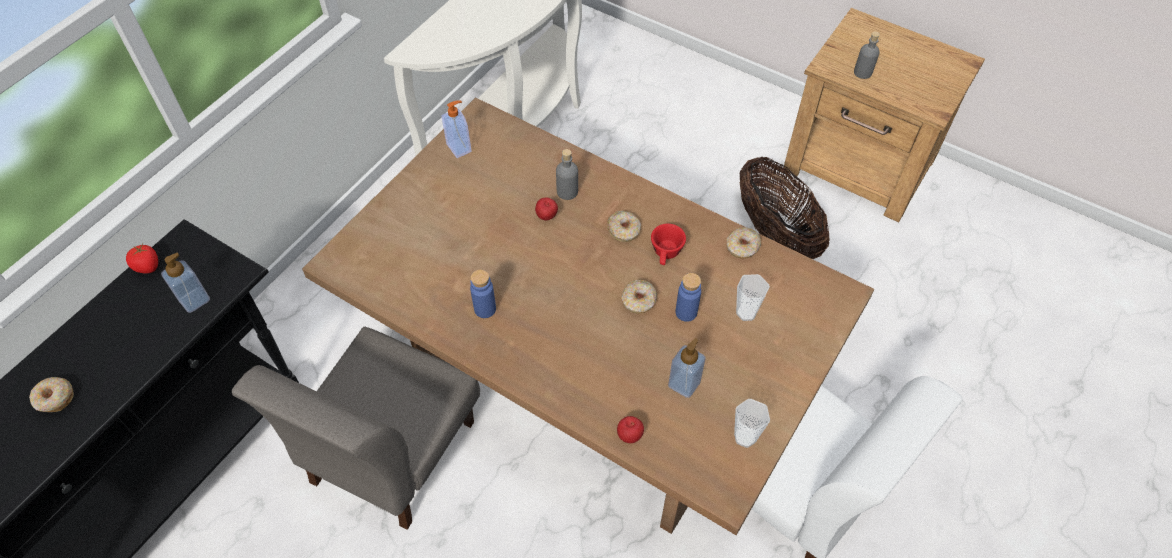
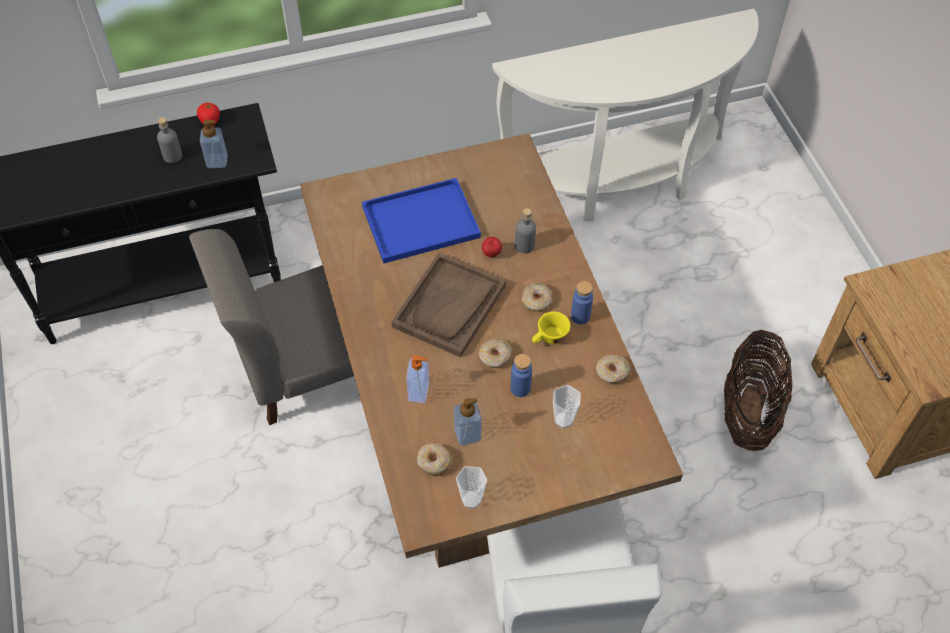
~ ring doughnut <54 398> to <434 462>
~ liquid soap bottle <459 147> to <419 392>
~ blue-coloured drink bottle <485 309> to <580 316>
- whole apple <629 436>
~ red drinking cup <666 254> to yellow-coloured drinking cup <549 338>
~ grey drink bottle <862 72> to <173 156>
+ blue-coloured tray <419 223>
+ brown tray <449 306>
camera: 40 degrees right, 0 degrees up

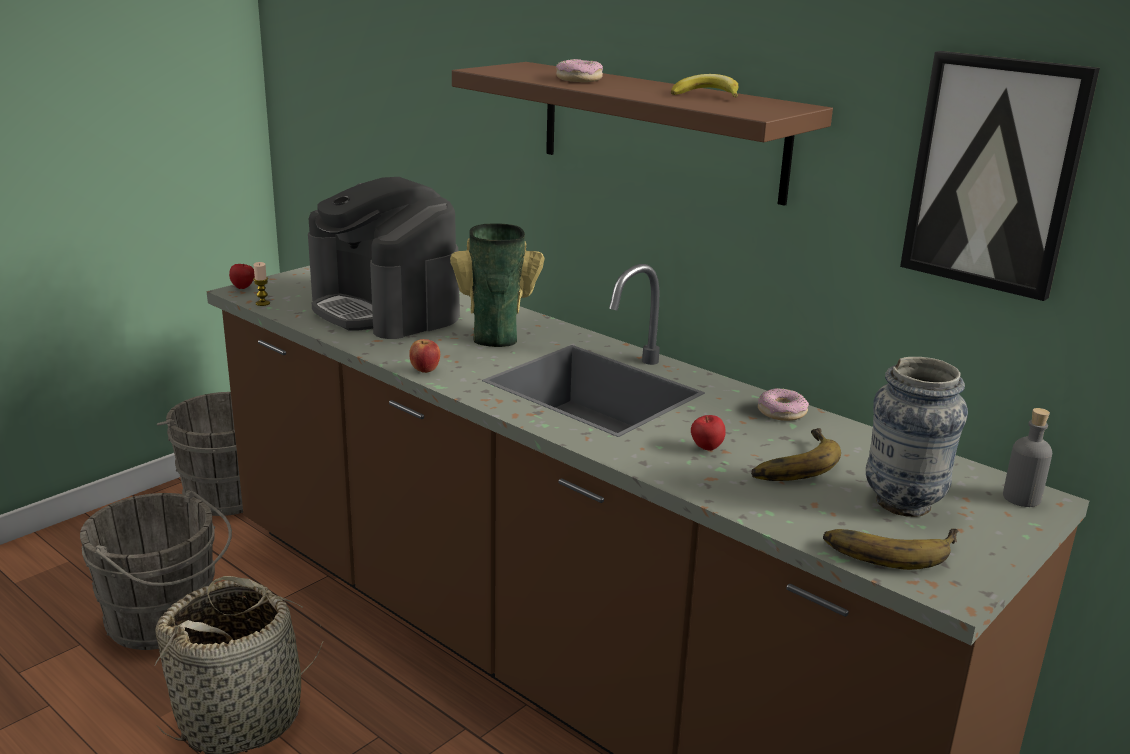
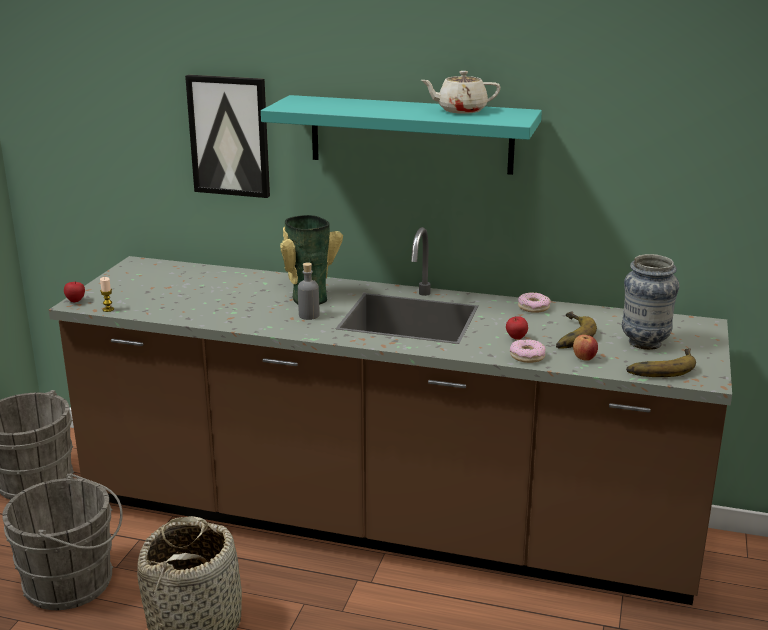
- coffee brewer <386 309>
~ whole apple <425 370> to <584 358>
~ brown bracket shelf <660 130> to turquoise bracket shelf <411 134>
~ ring doughnut <579 79> to <527 356>
~ whole banana <707 95> to beige-coloured tea pot <460 110>
~ wall art <994 174> to <229 136>
~ grey drink bottle <1021 498> to <309 315>
camera: 25 degrees left, 0 degrees up

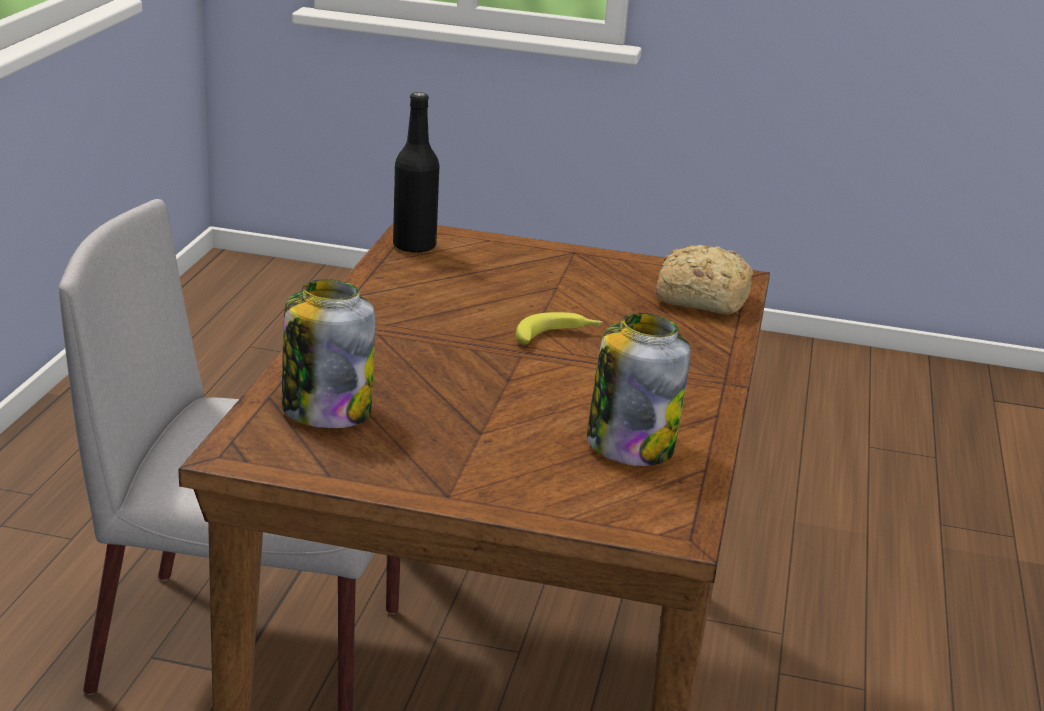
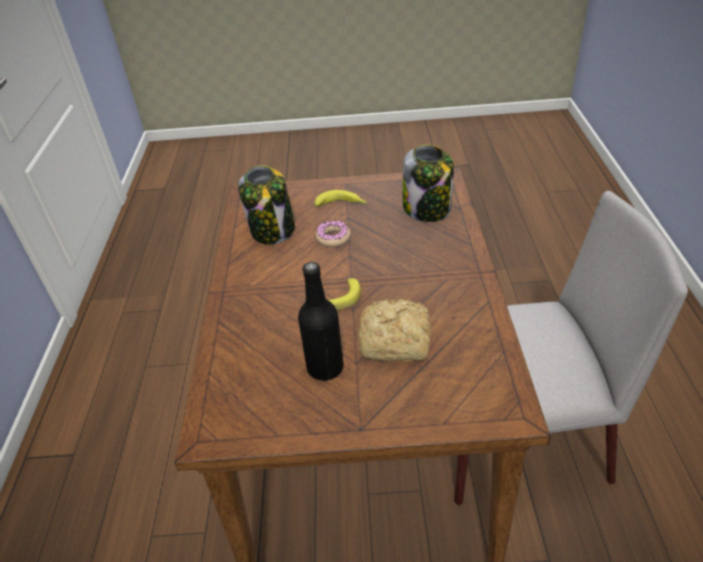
~ blackish drink bottle <414 246> to <325 368>
~ bakery bread <699 298> to <397 342>
+ whole banana <342 205>
+ ring doughnut <333 238>
camera: 170 degrees right, 15 degrees up

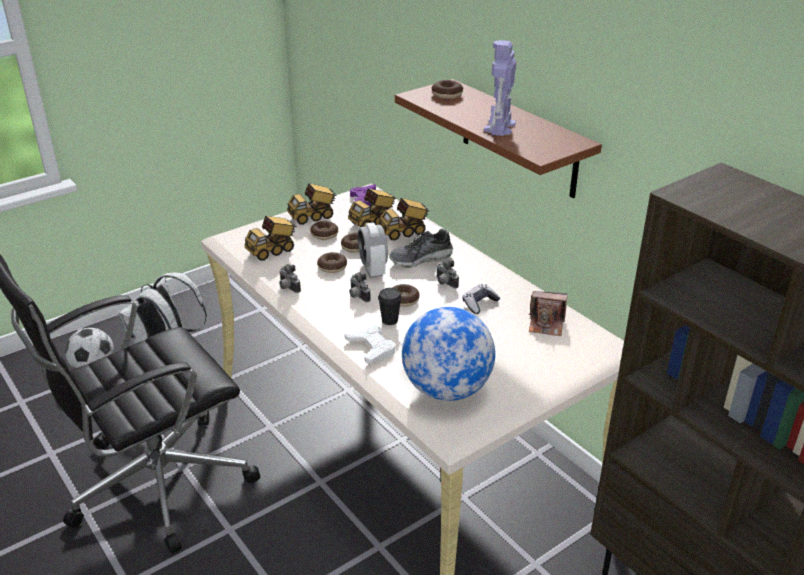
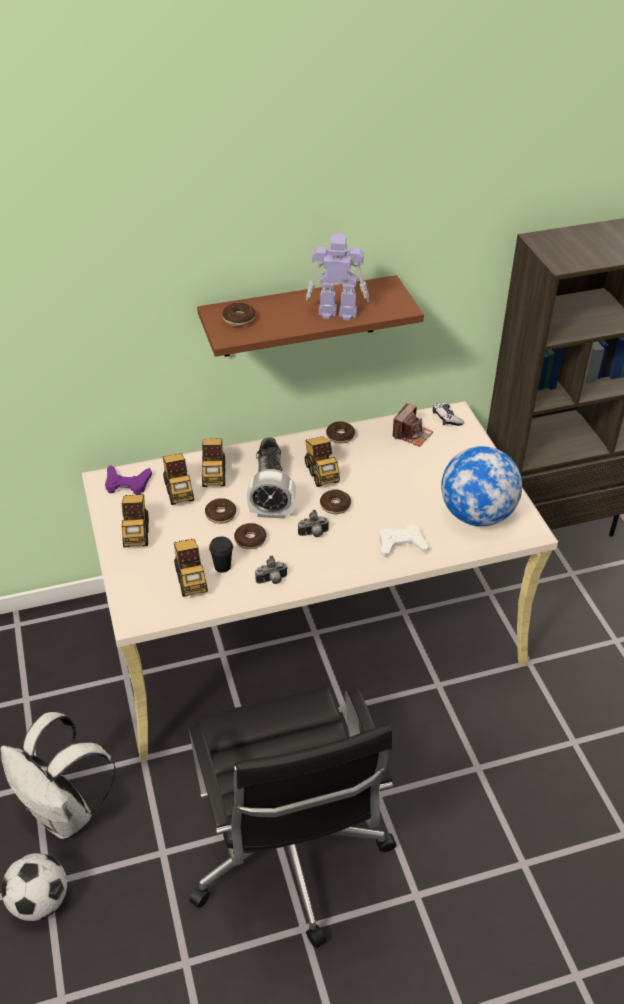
~ ring doughnut <324 234> to <340 436>
~ blackish drinking cup <390 320> to <222 566>
~ still camera <444 283> to toy truck <321 472>
~ gamepad <479 303> to <446 418>
~ toy robot <499 128> = <336 312> 150 degrees clockwise
camera: 70 degrees left, 10 degrees up

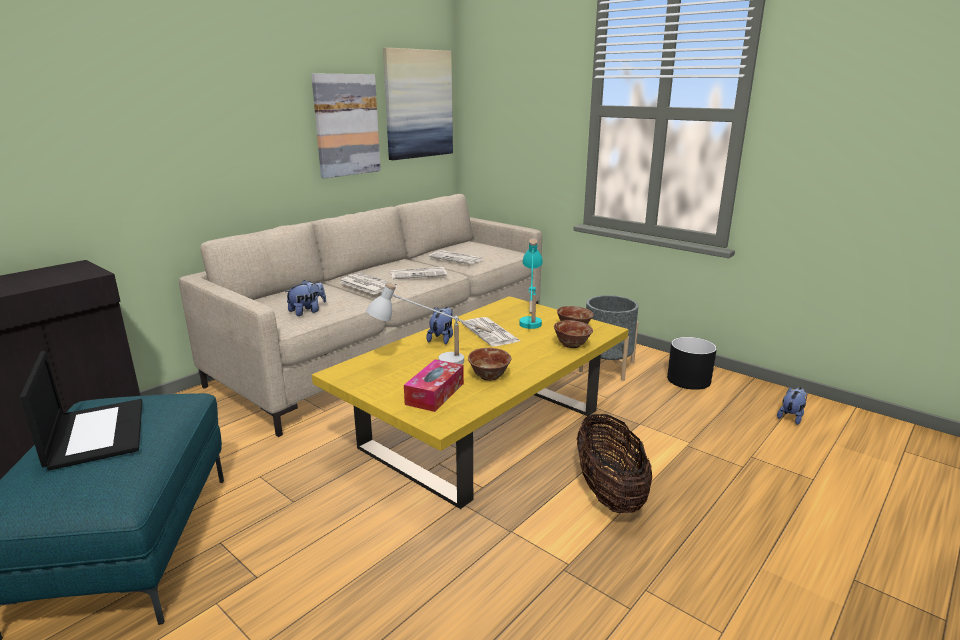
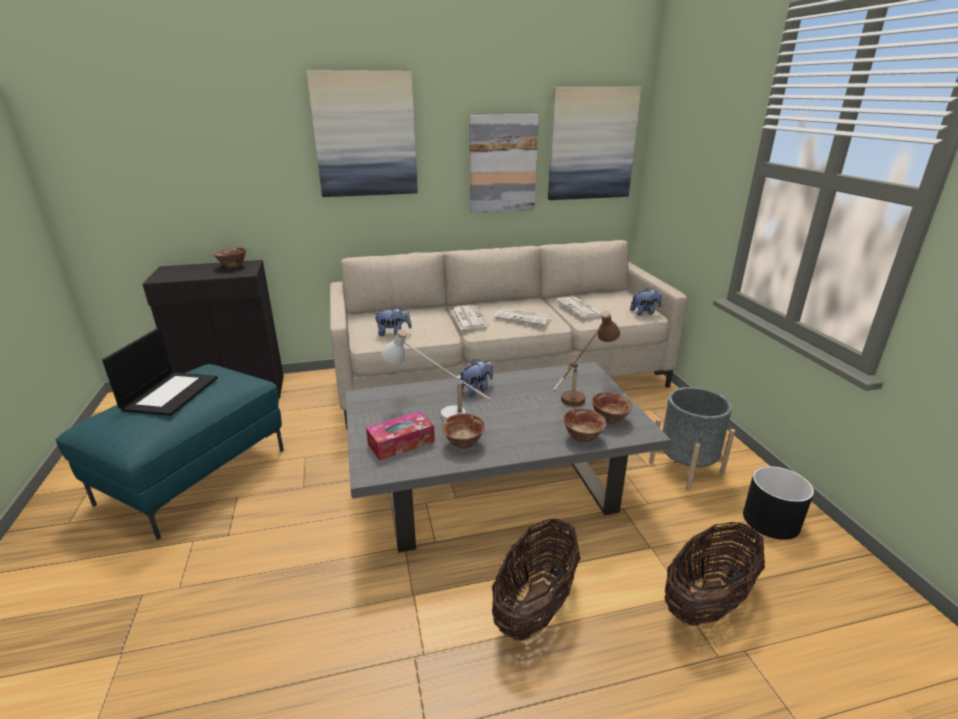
~ yellow-coloured low table <483 427> to grey low table <495 484>
- newspaper <491 333>
~ turquoise tabletop lamp <530 318> to brown tabletop lamp <582 393>
~ cuddly toy <791 417> to <644 313>
+ serving bowl <233 266>
+ wall art <365 135>
+ storage basket <707 601>
camera: 35 degrees right, 5 degrees up

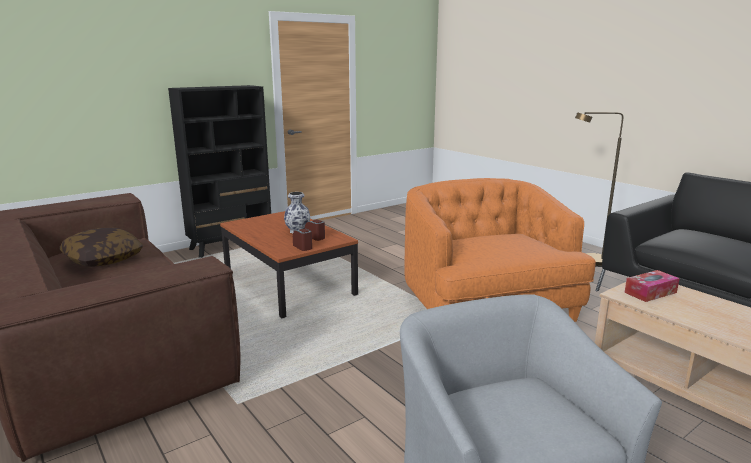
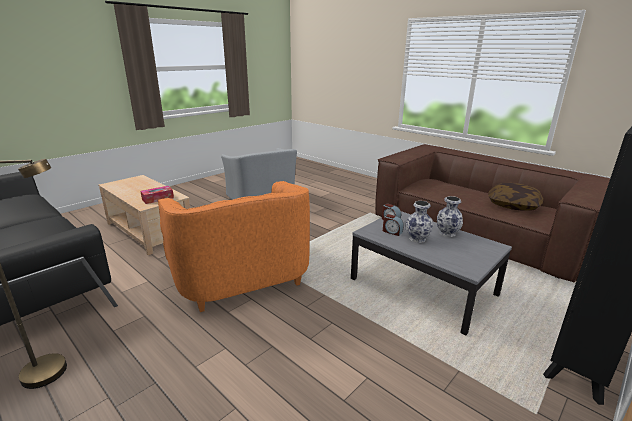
~ brown low table <288 284> to grey low table <423 286>
+ decorative vase <447 233>
camera: 170 degrees right, 5 degrees up

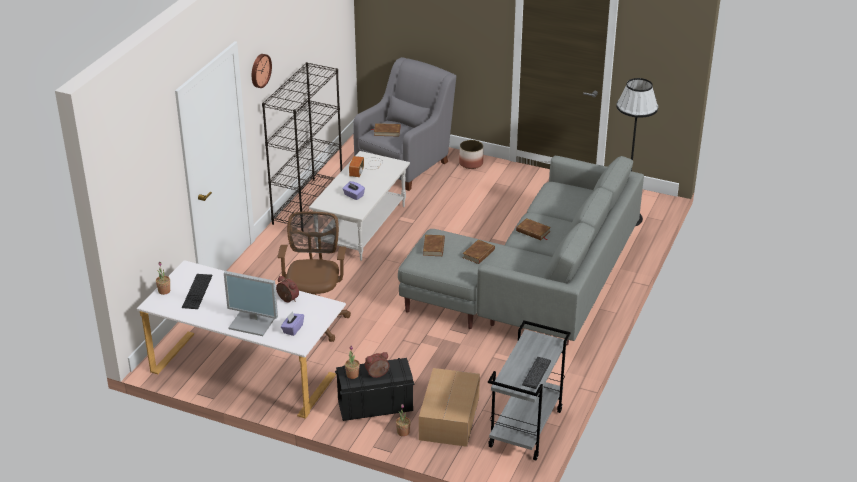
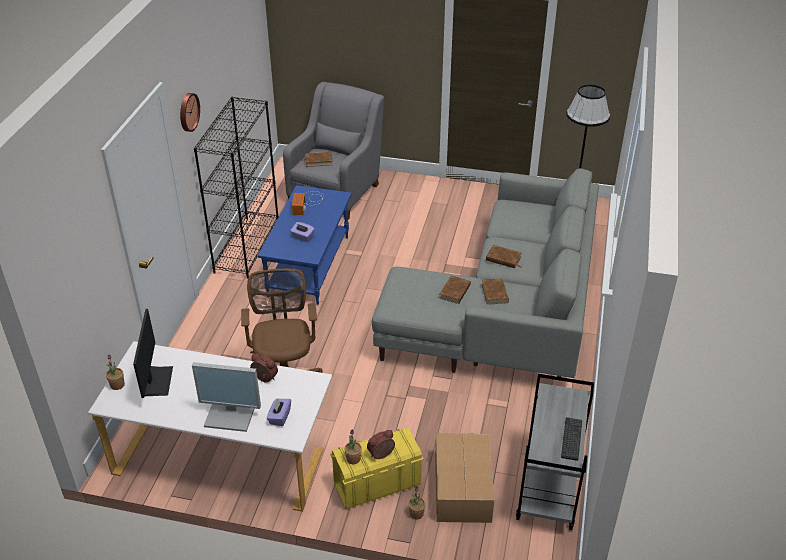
~ computer keyboard <197 291> to computer display <157 380>
~ white low table <362 228> to blue-coloured low table <310 266>
~ blackish storage bin <374 406> to yellow-coloured storage bin <376 484>
~ brown book <434 247> to <495 293>
- flower pot <471 163>
camera: 10 degrees left, 5 degrees up

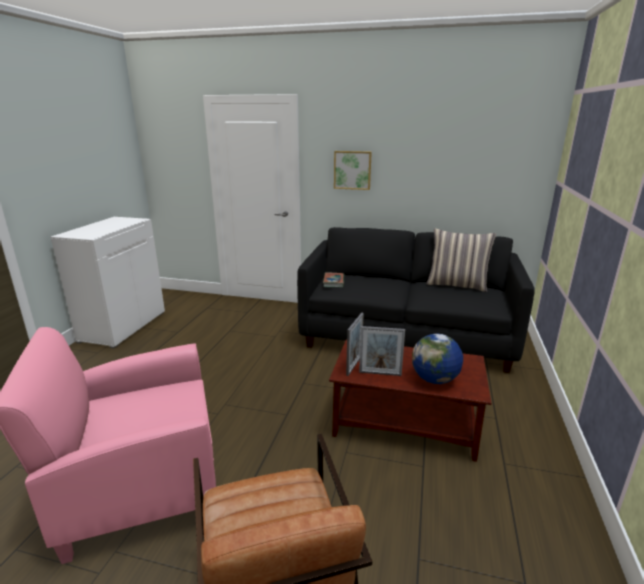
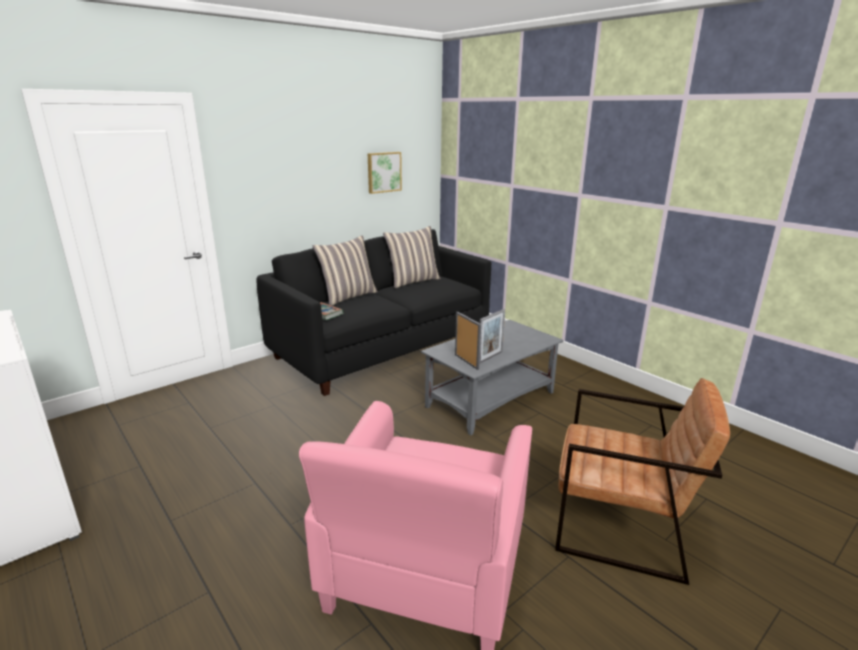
~ brown low table <405 424> to grey low table <491 399>
~ wall art <352 170> to <383 172>
- world globe <434 380>
+ throw pillow <348 296>
camera: 55 degrees left, 0 degrees up

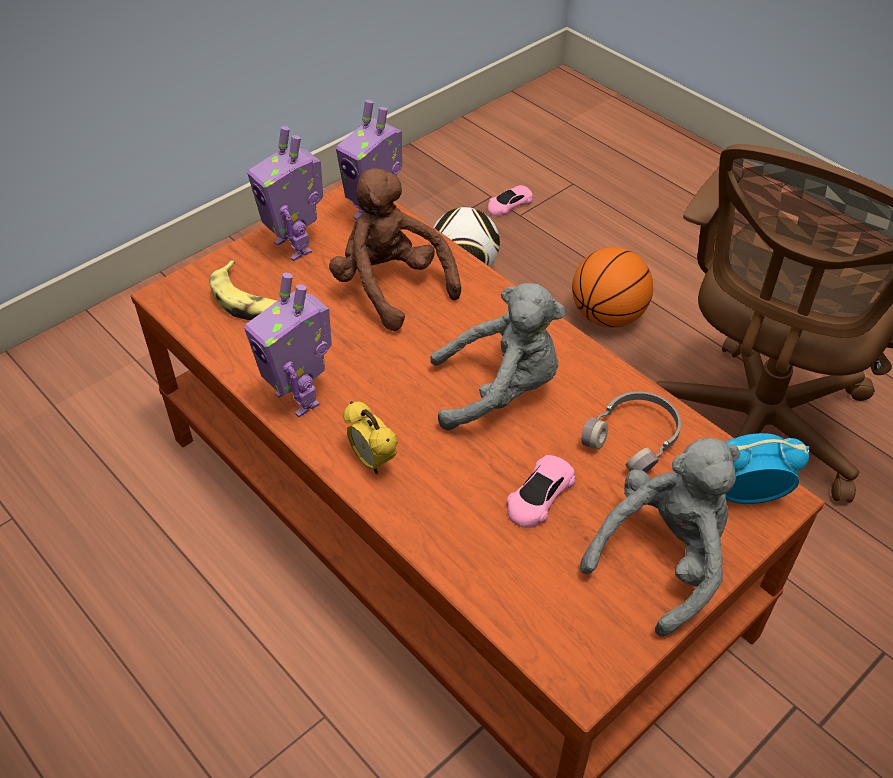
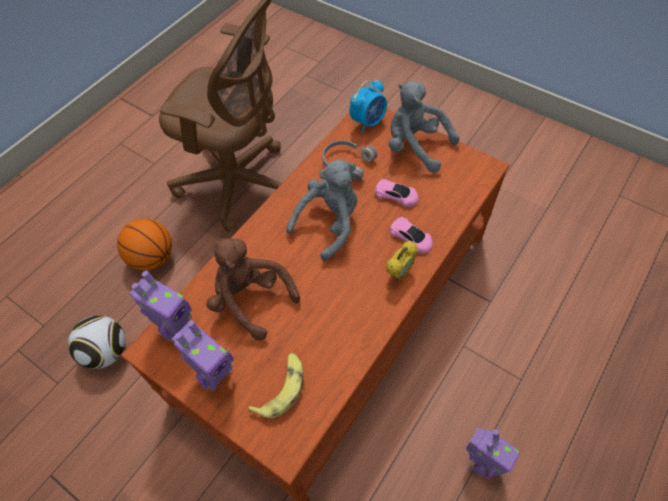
~ toy robot <300 398> to <481 462>
~ brown cuddly toy <390 287> = <251 300> 90 degrees clockwise
~ grey cuddly toy <500 391> = <329 223> 60 degrees clockwise
~ pinkish miniature car <509 204> to <411 238>
~ bedside clock <745 494> = <368 122> 120 degrees counterclockwise
camera: 100 degrees left, 10 degrees up

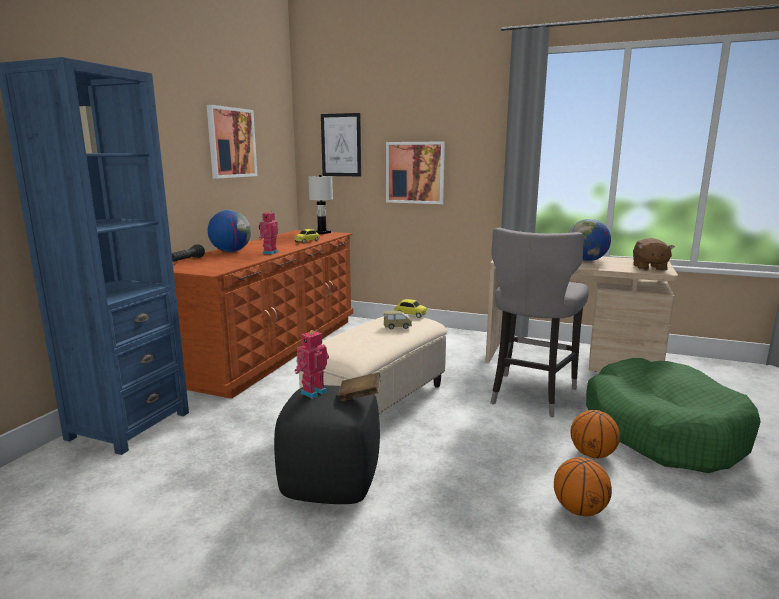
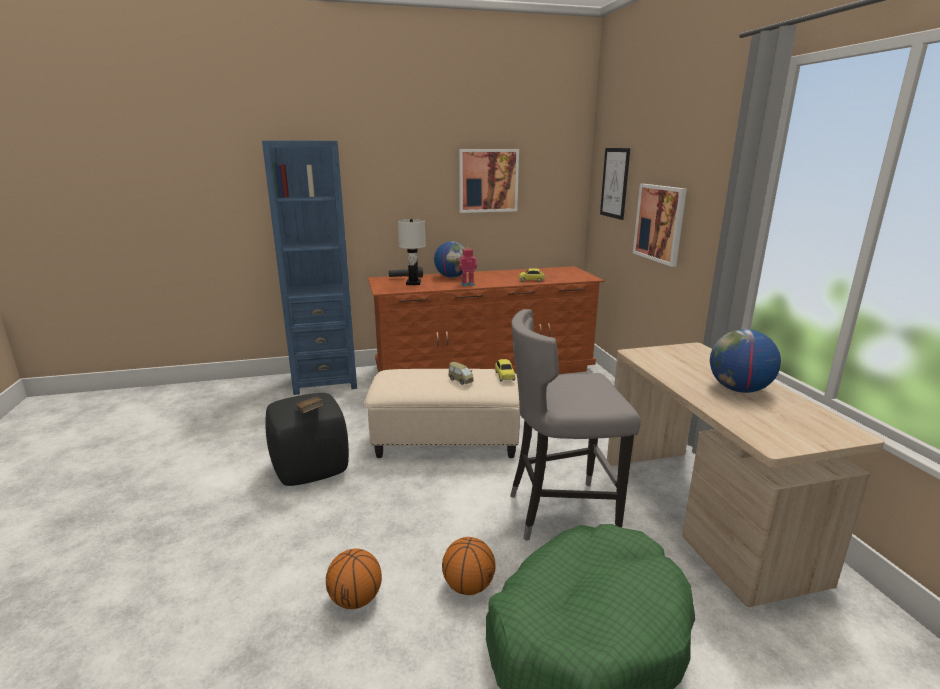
- toy robot <312 392>
~ white tabletop lamp <322 233> to <413 283>
- brown cuddly toy <649 268>
camera: 55 degrees right, 5 degrees up

